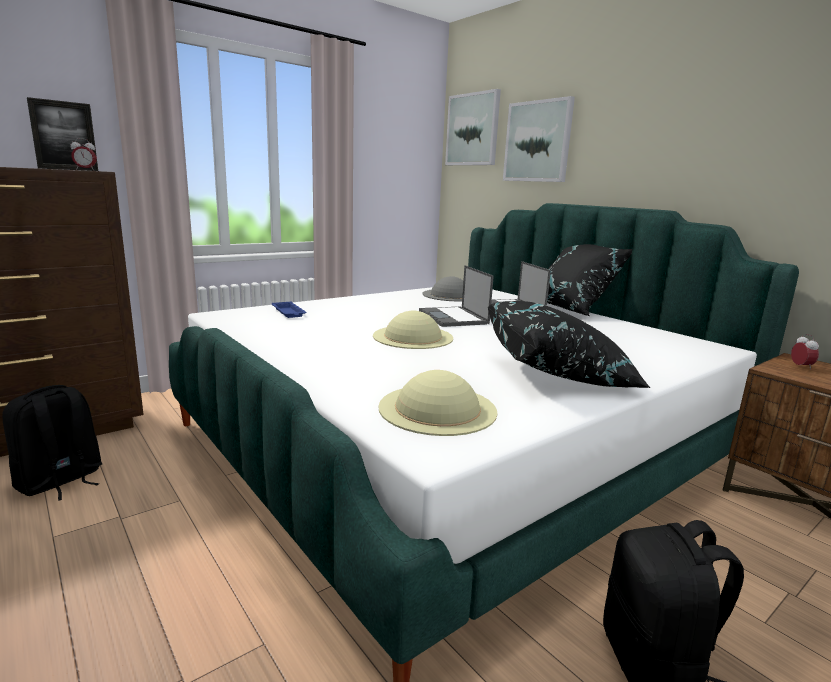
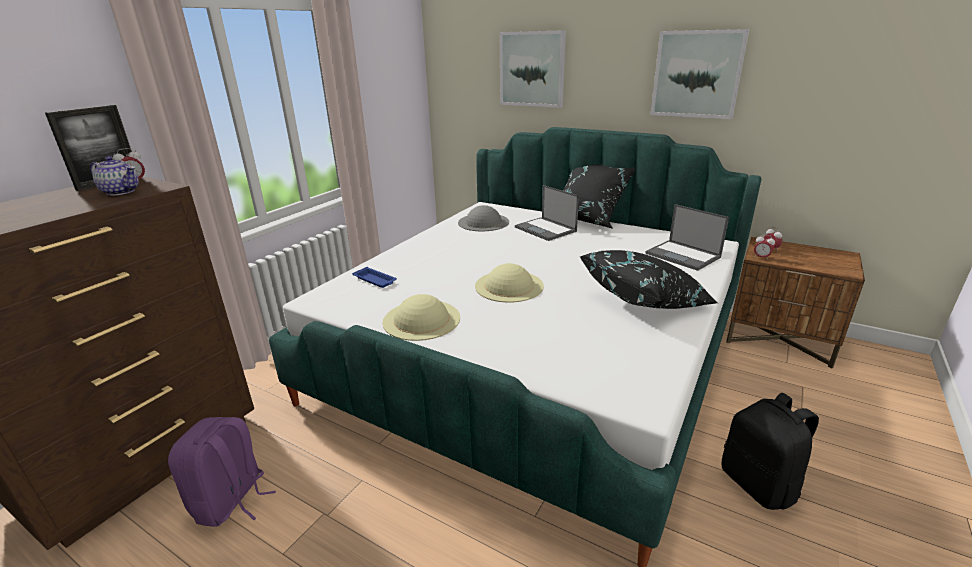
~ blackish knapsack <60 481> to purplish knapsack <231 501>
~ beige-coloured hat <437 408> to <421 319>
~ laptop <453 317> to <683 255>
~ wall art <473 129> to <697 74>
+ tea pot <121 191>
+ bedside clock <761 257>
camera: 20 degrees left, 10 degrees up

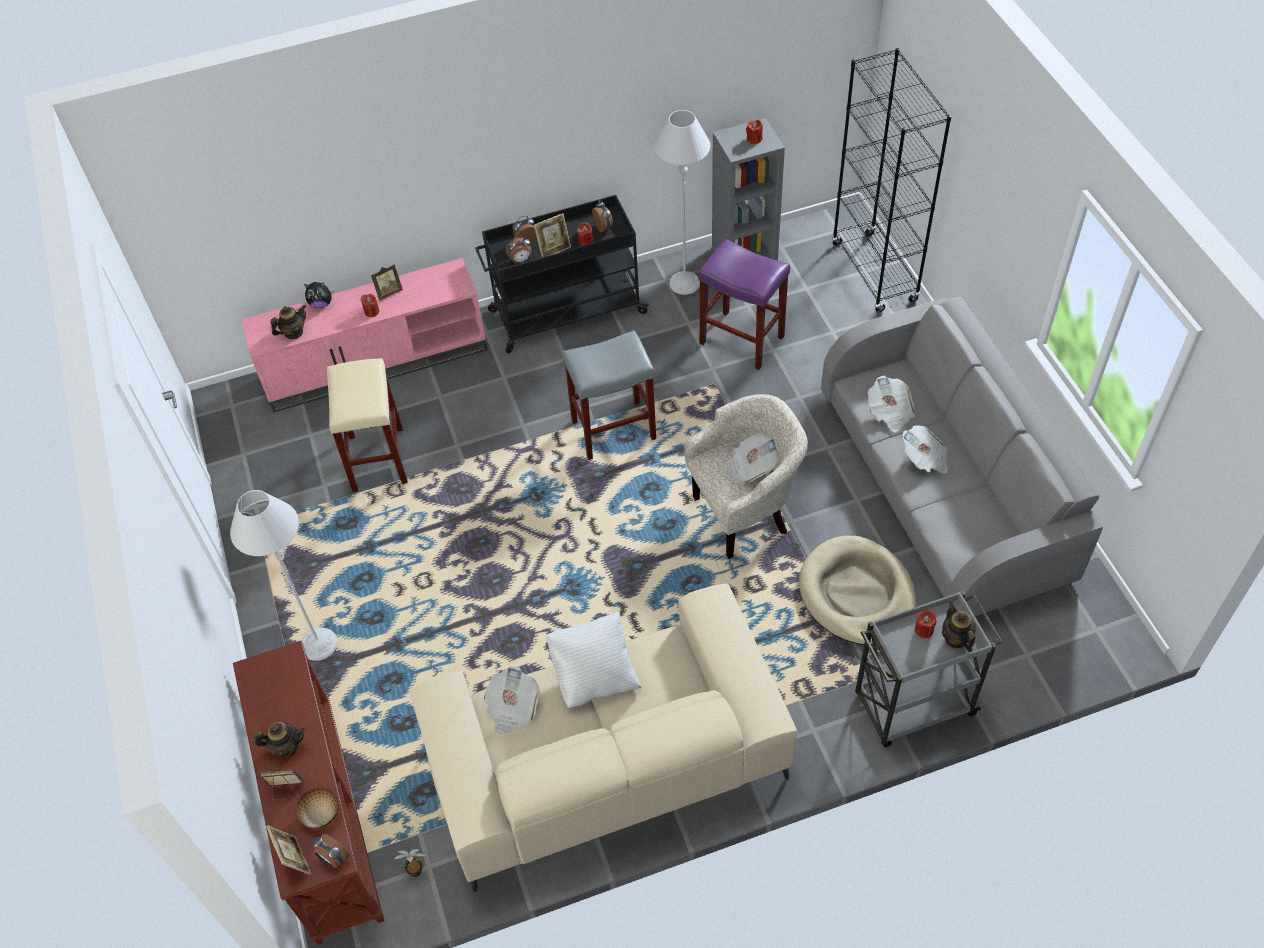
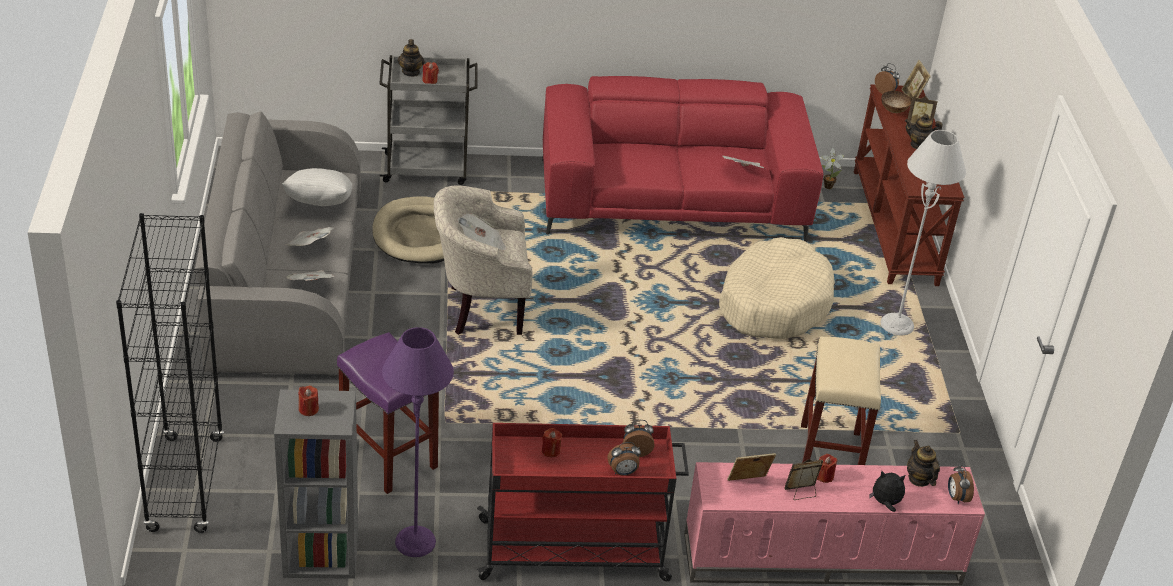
~ tea pot <293 332> = <919 479> 90 degrees clockwise
~ beige-coloured settee <606 759> to red settee <672 201>
~ blackish wheeled cart <565 312> to red wheeled cart <575 550>
~ picture frame <554 249> to <748 483>
~ white throw pillow <594 673> to <318 206>
- grey sitting stool <614 429>
~ bedside clock <604 227> to <956 497>
~ grey floor lamp <684 283> to purplish floor lamp <415 542>
+ beige-coloured dog bed <773 303>
camera: 170 degrees left, 15 degrees down

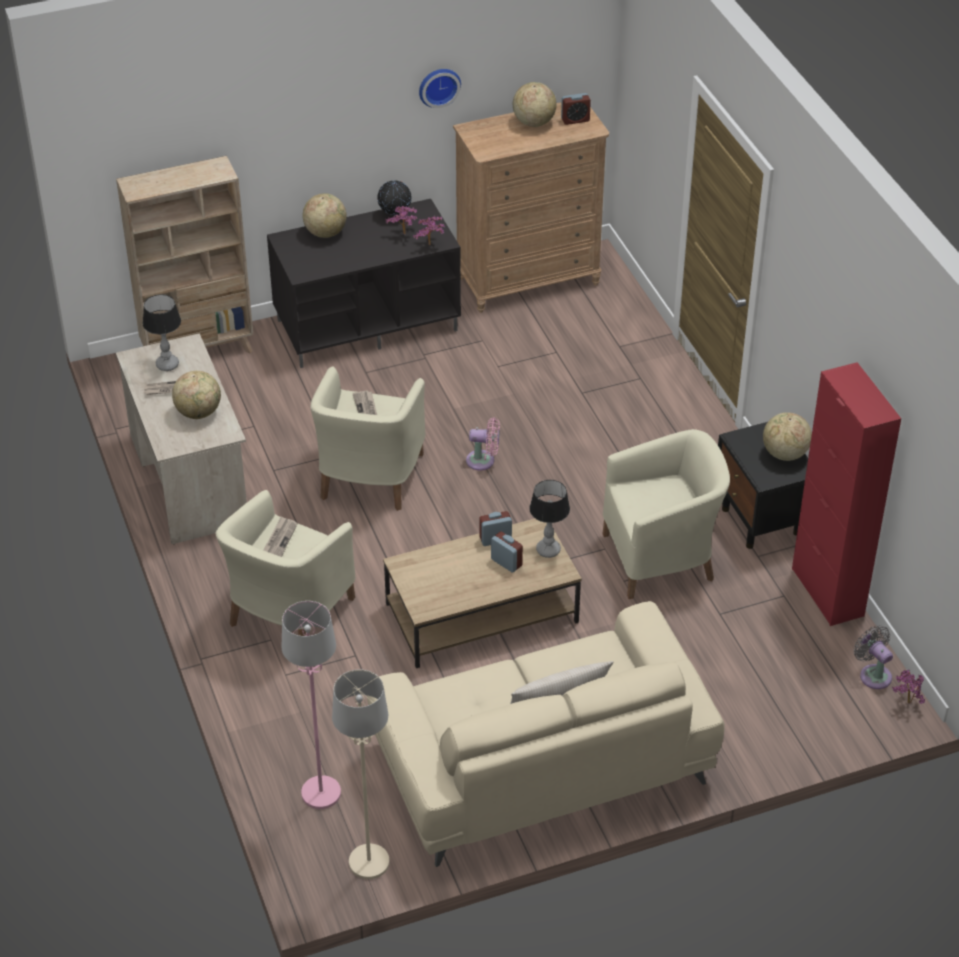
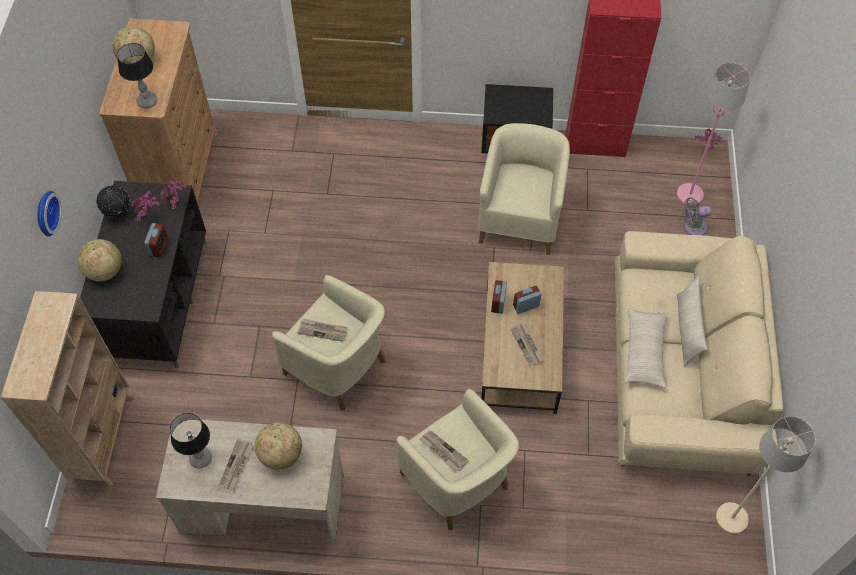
~ pinkish floor lamp <320 793> to <690 195>
~ clock on the wall <438 86> to <45 213>
- pinkish cooling fan <483 461>
~ tabletop lamp <548 550> to <147 102>
~ bedside clock <575 120> to <159 247>
- world globe <784 454>
~ grey cooling fan <873 674> to <692 227>
+ newspaper <527 345>
+ beige-coloured throw pillow <644 351>
camera: 65 degrees left, 15 degrees up

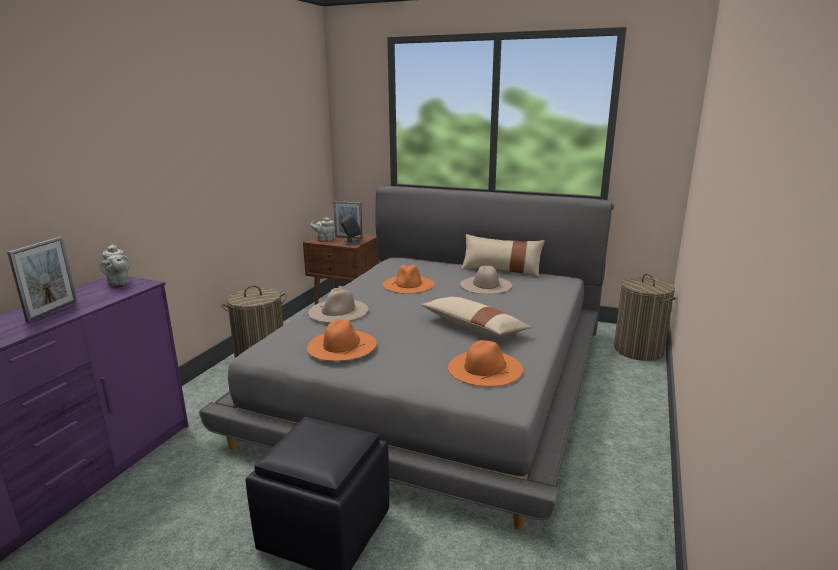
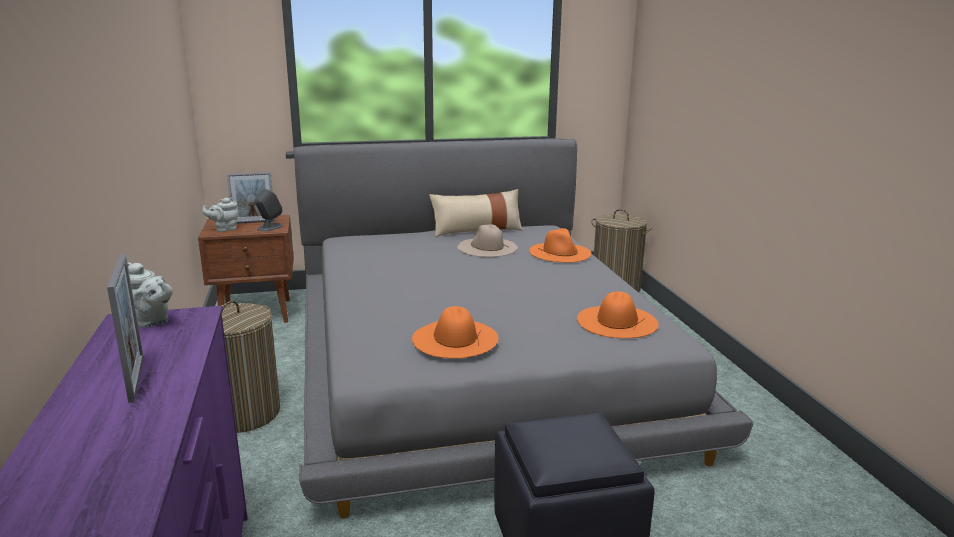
- beige-coloured hat <338 311>
~ orange-coloured hat <408 284> to <560 252>
- beige-coloured throw pillow <473 327>
camera: 35 degrees left, 0 degrees up

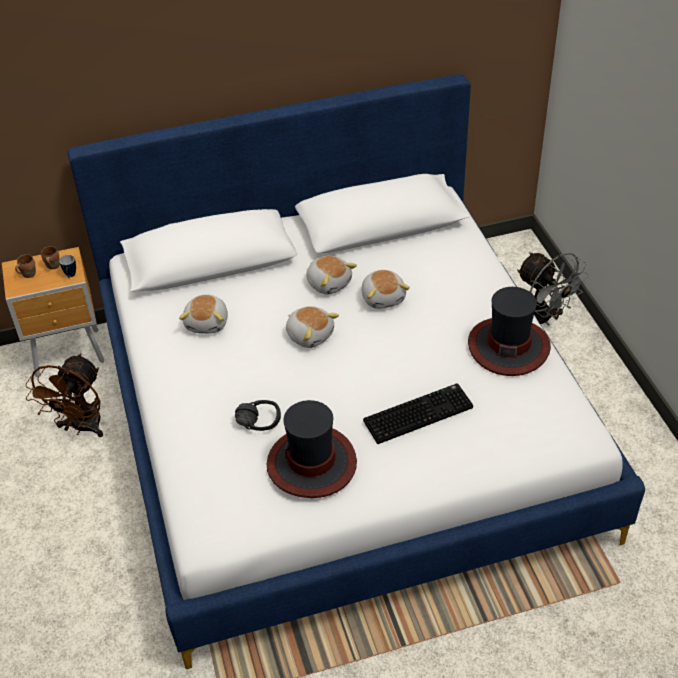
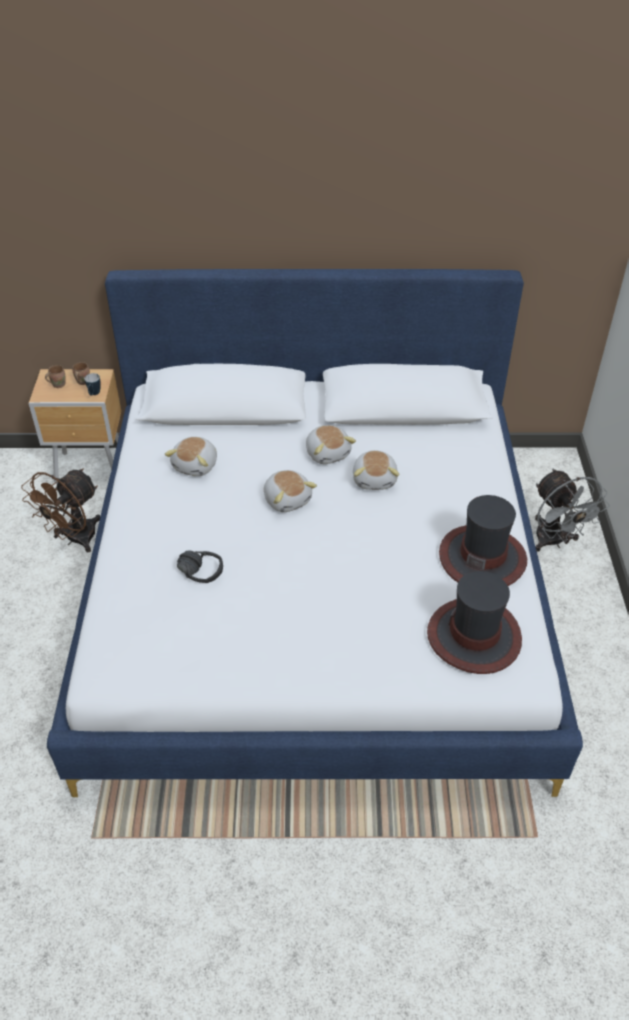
~ hat <312 463> to <474 636>
- computer keyboard <418 413>
camera: 15 degrees right, 0 degrees up

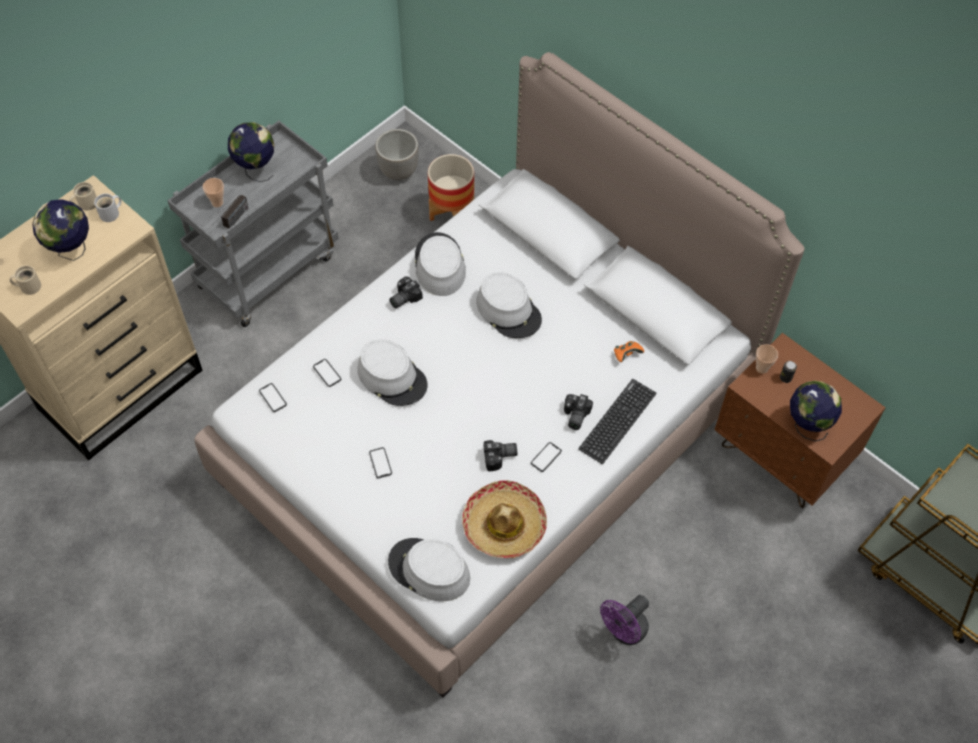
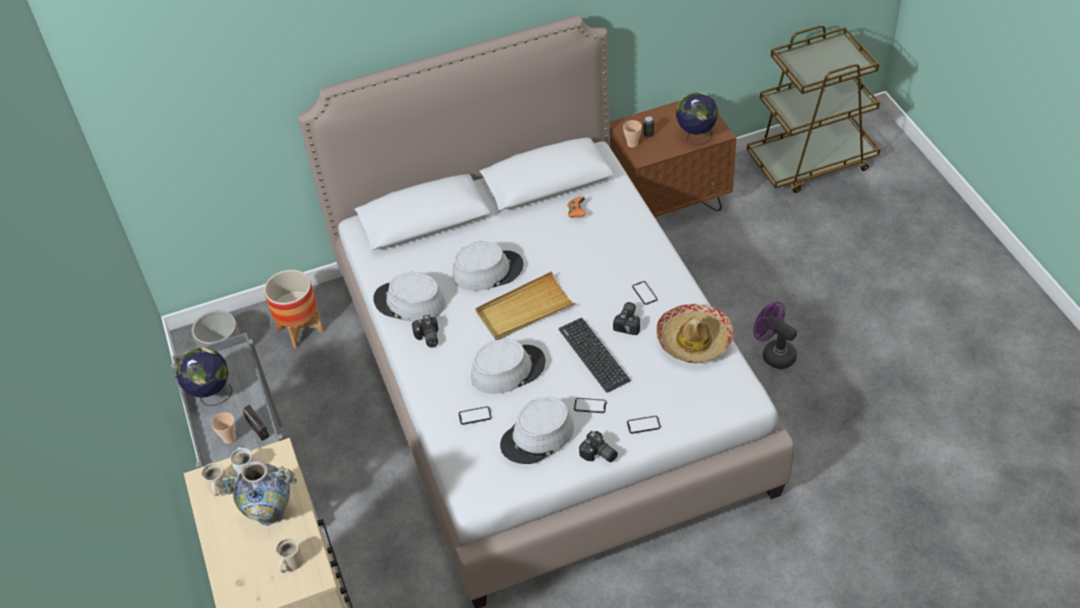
~ world globe <71 251> to decorative vase <270 514>
~ handset <273 398> to <643 425>
~ grey hat <429 570> to <537 437>
~ still camera <574 416> to <598 455>
~ computer keyboard <617 421> to <594 355>
~ purplish cooling fan <624 632> = <774 353> 150 degrees clockwise
+ beige-coloured tray <524 309>
camera: 60 degrees left, 10 degrees down

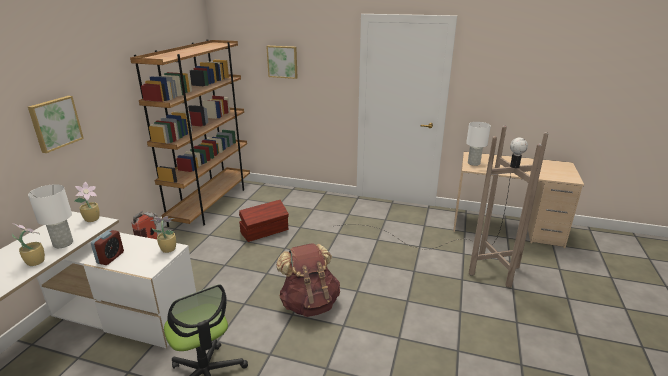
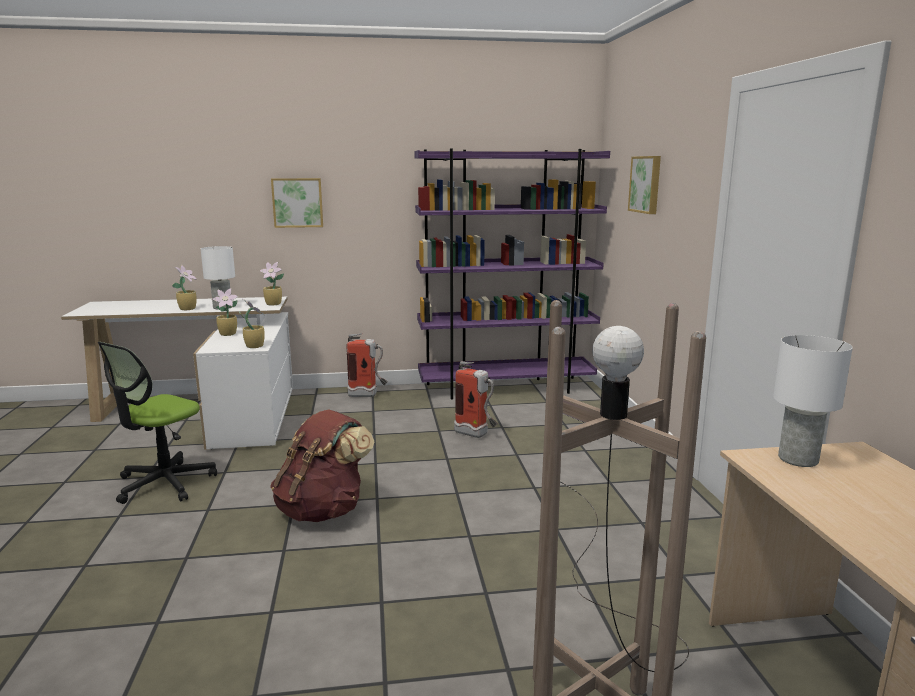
~ bedside clock <110 258> to potted plant <229 334>
~ brown bookcase <212 204> to purplish bookcase <506 388>
~ brown storage bin <265 231> to extinguisher <476 435>
camera: 65 degrees right, 10 degrees down

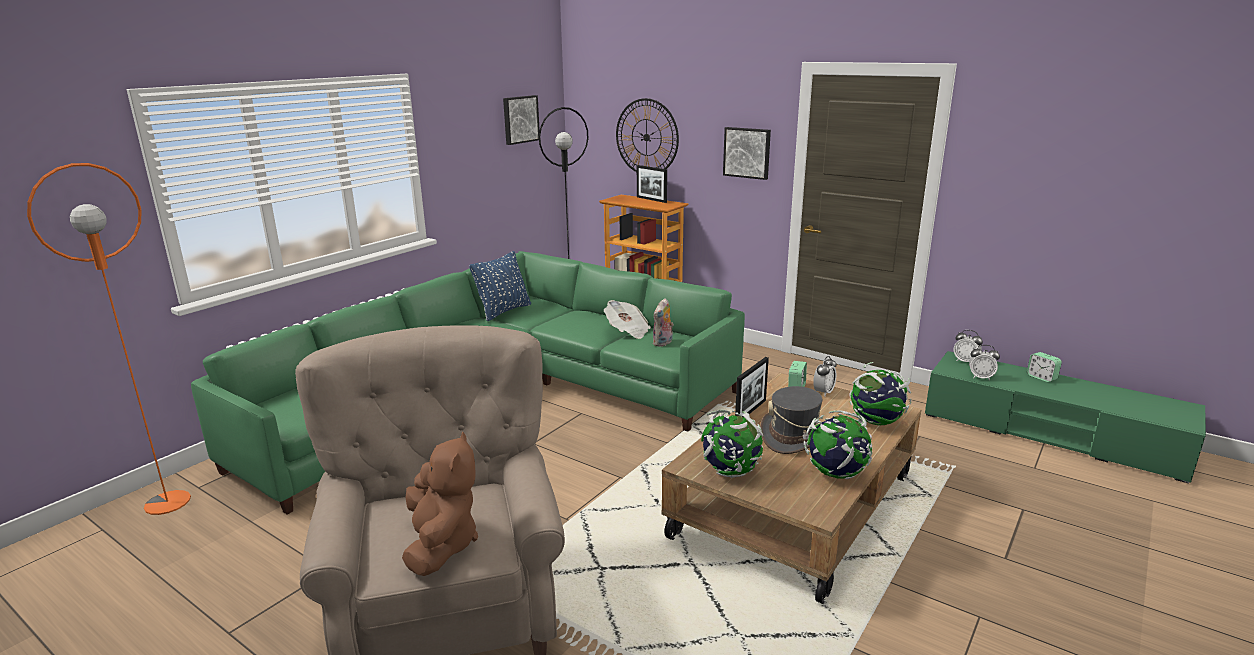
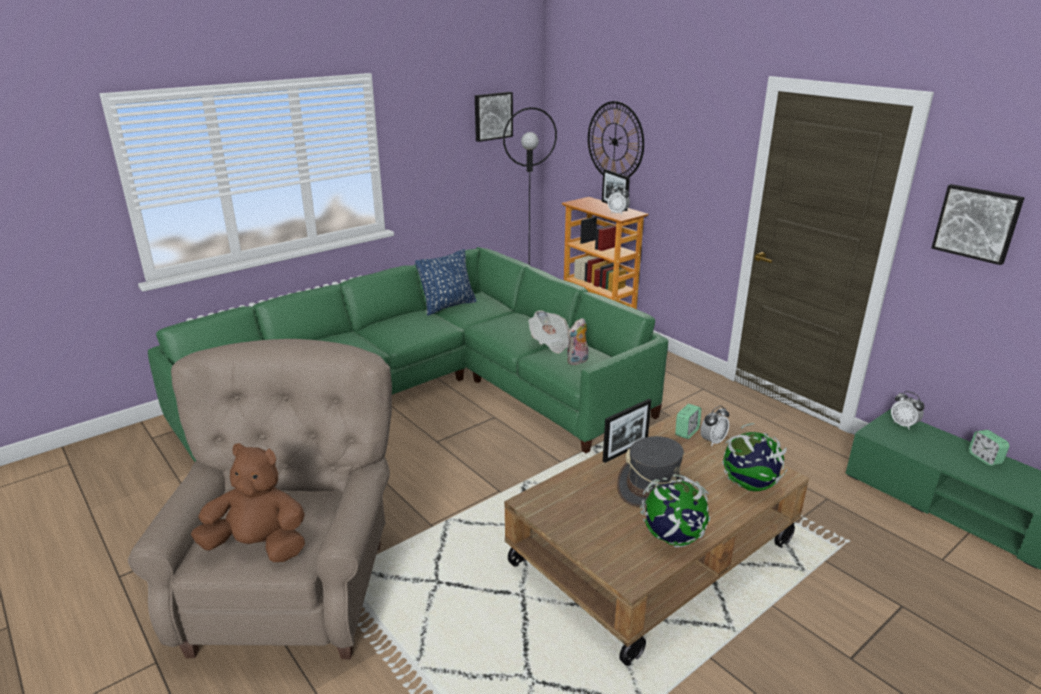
- orange-coloured floor lamp <168 502>
~ brown cuddly toy <441 545> = <259 546> 90 degrees counterclockwise
- world globe <730 471>
~ wall art <747 152> to <977 223>
~ bedside clock <980 377> to <618 213>
camera: 15 degrees right, 5 degrees up

